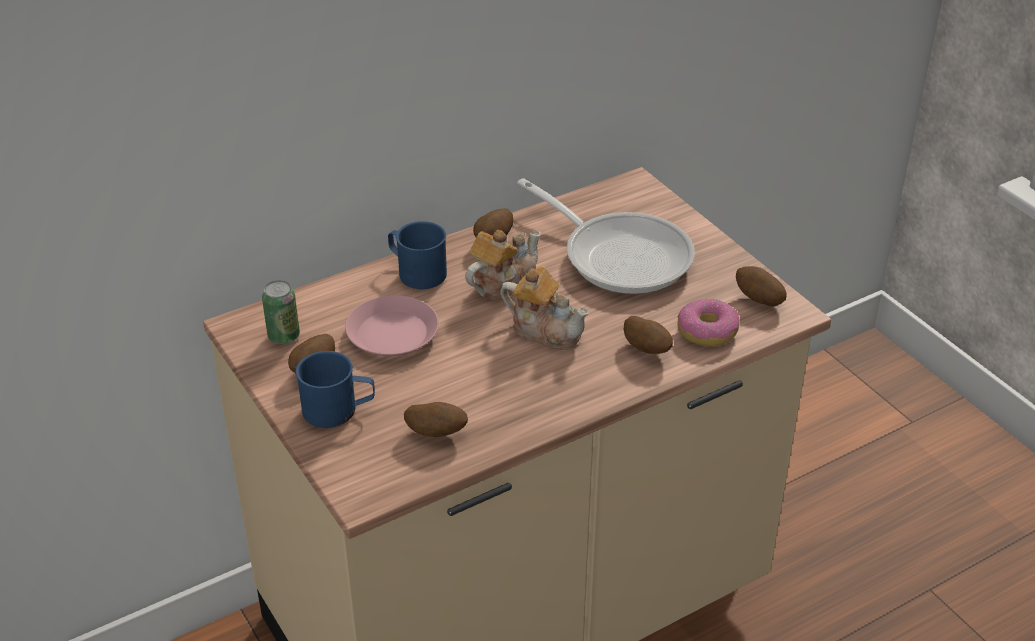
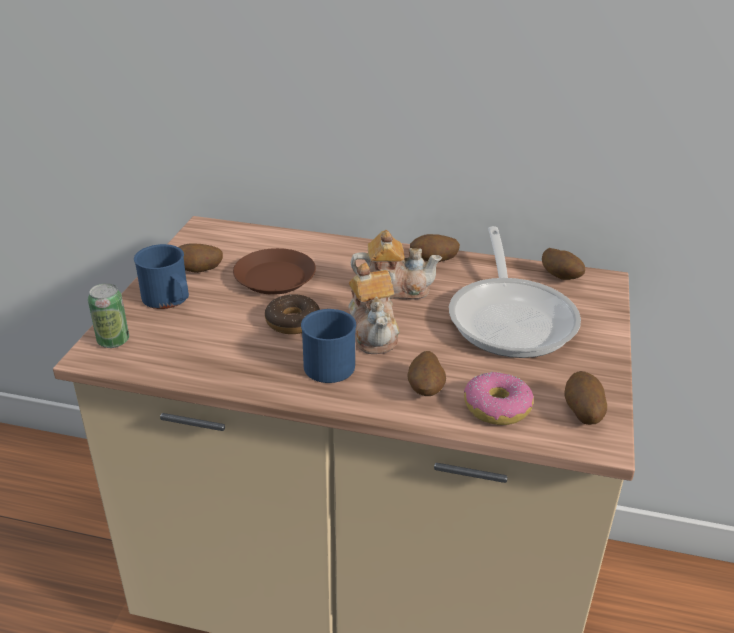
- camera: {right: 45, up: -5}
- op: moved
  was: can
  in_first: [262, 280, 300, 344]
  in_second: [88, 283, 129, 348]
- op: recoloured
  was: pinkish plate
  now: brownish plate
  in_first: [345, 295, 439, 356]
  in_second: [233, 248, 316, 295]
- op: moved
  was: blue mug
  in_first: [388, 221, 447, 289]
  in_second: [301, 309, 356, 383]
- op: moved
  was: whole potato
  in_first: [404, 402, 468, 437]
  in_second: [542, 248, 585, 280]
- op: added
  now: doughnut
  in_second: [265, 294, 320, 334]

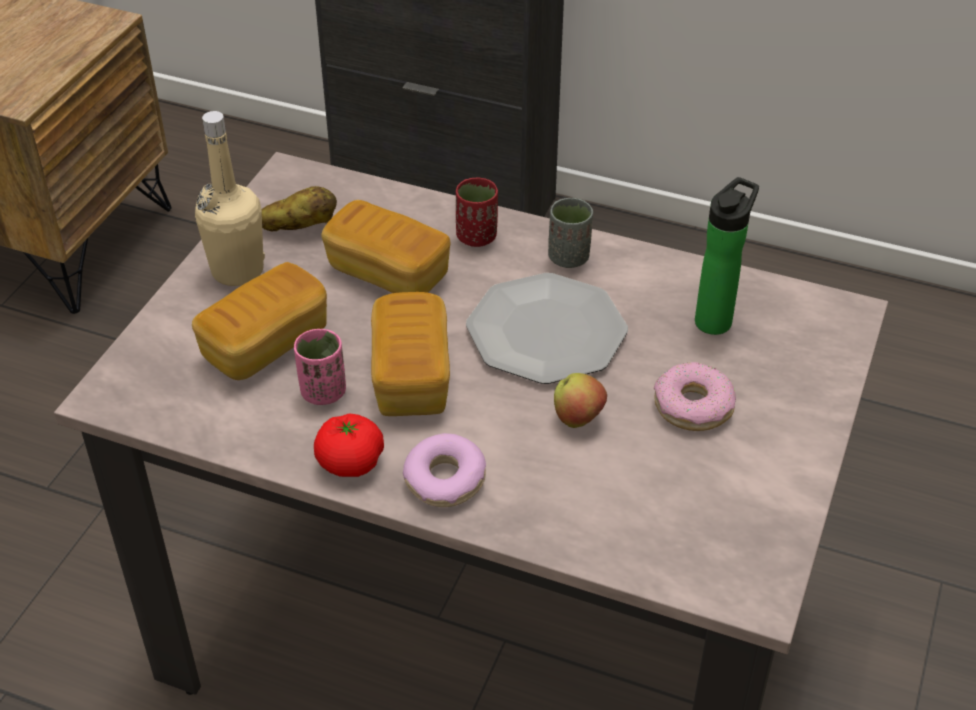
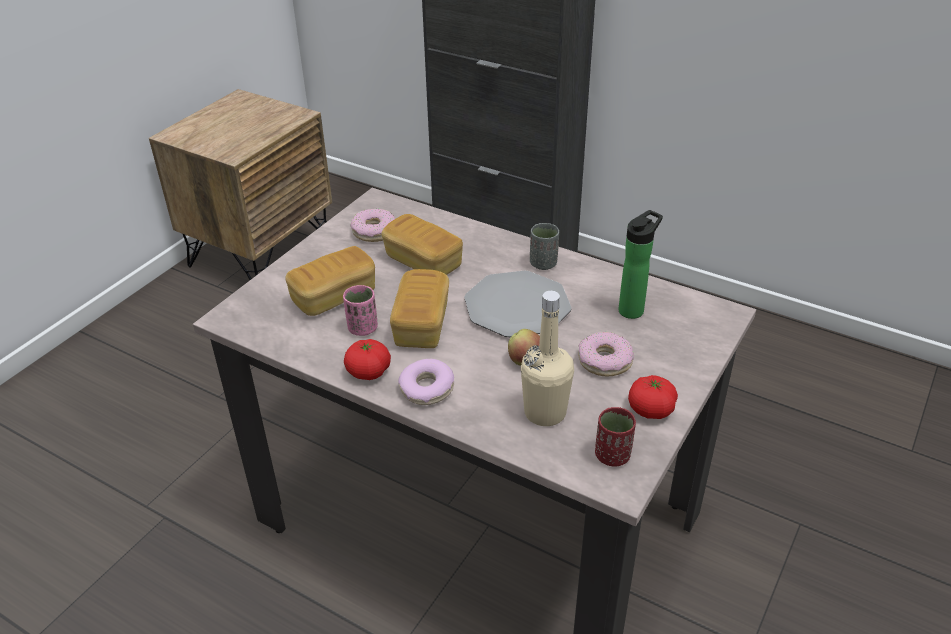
- camera: {right: 10, up: -5}
- op: moved
  was: beige bottle
  in_first: [195, 111, 265, 286]
  in_second: [521, 291, 574, 426]
- op: replaced
  was: whole potato
  now: doughnut
  in_first: [262, 186, 337, 231]
  in_second: [350, 209, 395, 242]
- op: moved
  was: reddish cup
  in_first: [456, 178, 498, 247]
  in_second: [595, 407, 636, 466]
- op: added
  now: fresh tomato
  in_second: [628, 375, 678, 419]

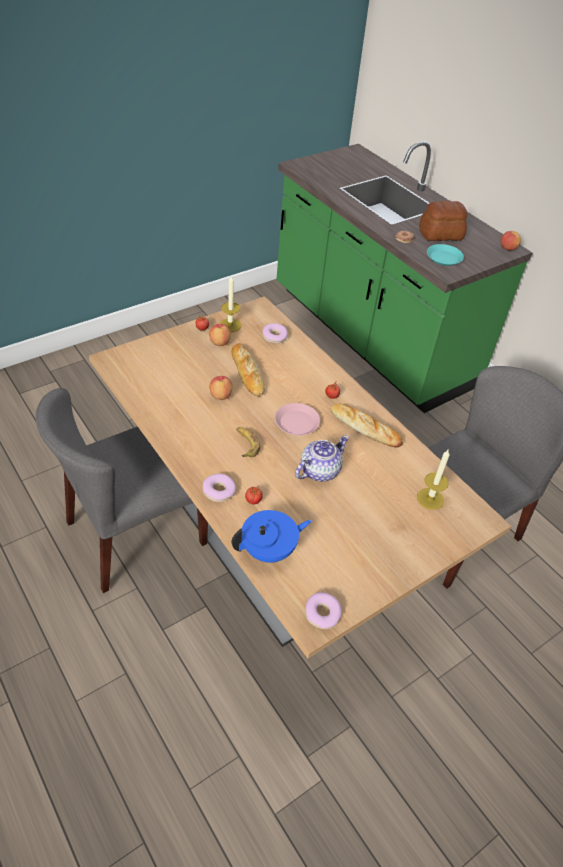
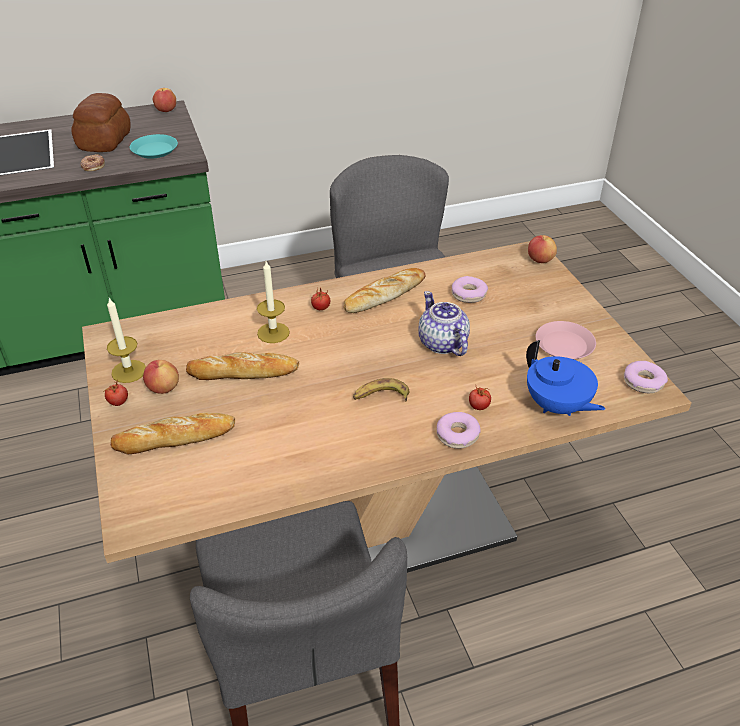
- camera: {right: -70, up: -5}
- op: moved
  was: apple
  in_first: [209, 376, 233, 400]
  in_second: [528, 235, 557, 263]
- op: turned
  was: blue tea pot
  in_first: [232, 510, 312, 563]
  in_second: [526, 340, 605, 416]
  clockwise: 150
- op: moved
  was: doughnut
  in_first: [262, 323, 288, 343]
  in_second: [452, 276, 488, 303]
- op: moved
  was: pinkish plate
  in_first: [275, 403, 320, 435]
  in_second: [535, 321, 596, 359]
- op: moved
  was: wax candle
  in_first: [417, 450, 450, 510]
  in_second: [257, 261, 290, 343]
- op: added
  now: bread
  in_second: [111, 412, 235, 455]

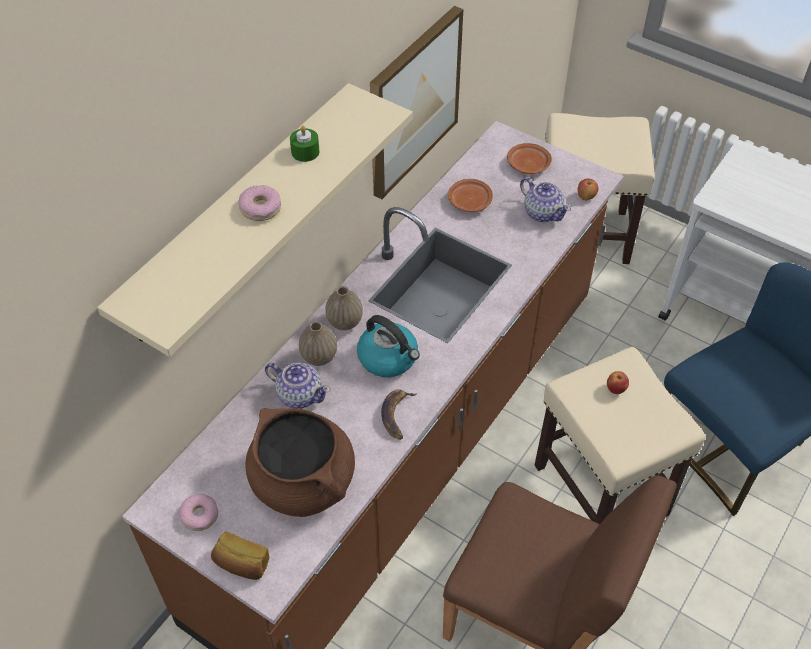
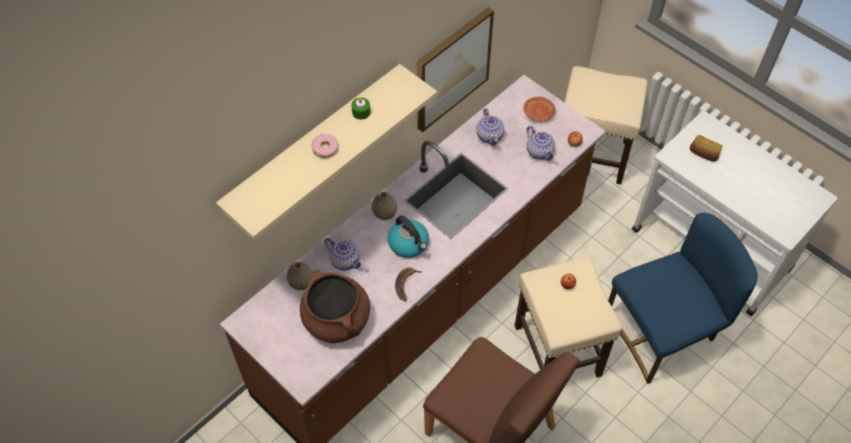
- camera: {right: 10, up: 5}
- op: removed
  was: doughnut
  in_first: [179, 494, 218, 531]
- op: moved
  was: bread
  in_first: [211, 532, 269, 580]
  in_second: [690, 135, 723, 162]
- op: moved
  was: flower vase
  in_first: [299, 321, 337, 366]
  in_second: [286, 262, 313, 290]
- op: replaced
  was: brownish plate
  now: tea pot
  in_first: [448, 179, 493, 212]
  in_second: [476, 108, 505, 146]

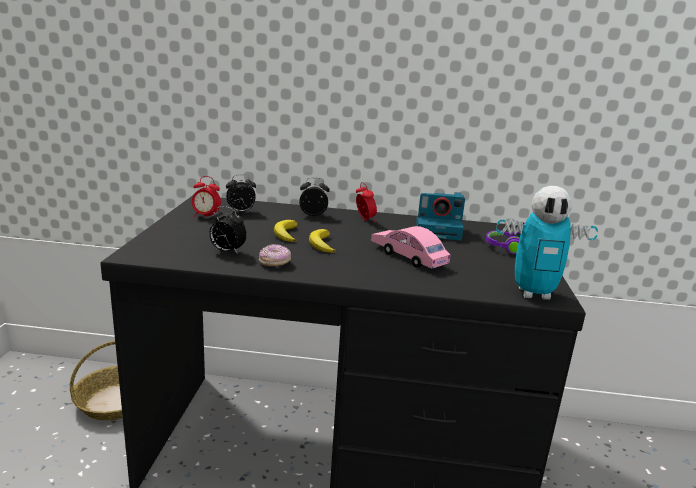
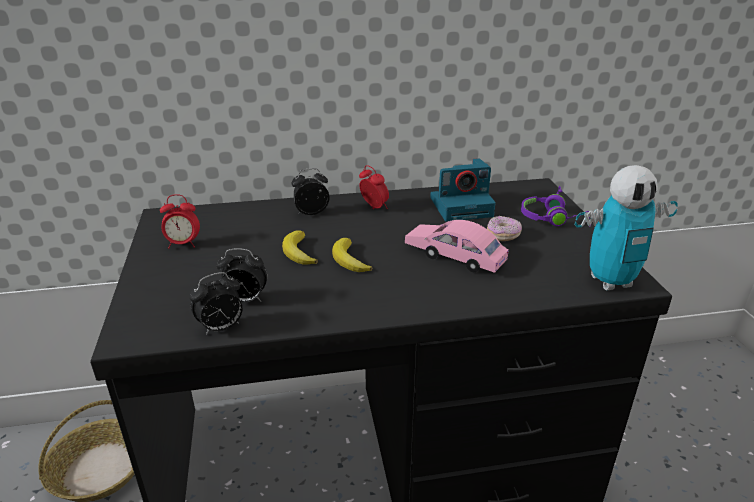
- camera: {right: -15, up: 10}
- op: moved
  was: table clock
  in_first: [226, 174, 256, 212]
  in_second: [189, 272, 242, 335]
- op: moved
  was: doughnut
  in_first: [259, 244, 291, 266]
  in_second: [487, 216, 522, 241]

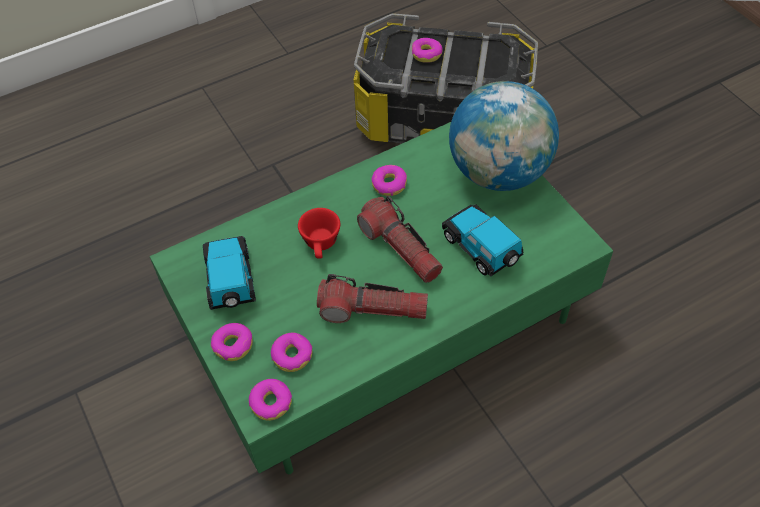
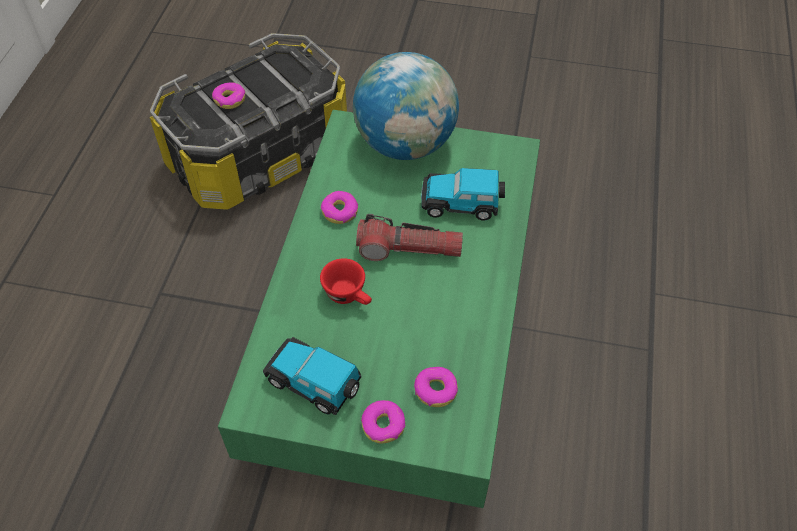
- camera: {right: -50, up: 0}
- op: removed
  was: doughnut
  in_first: [249, 379, 292, 421]
- op: removed
  was: torch
  in_first: [317, 274, 428, 323]

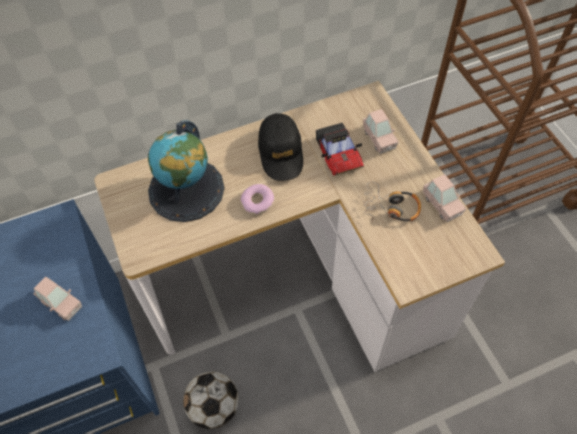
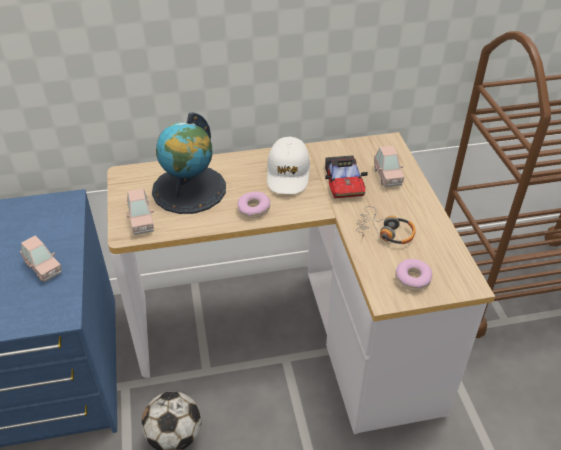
- camera: {right: 10, up: -15}
- op: recoloured
  was: blackish baseball cap
  now: white-coloured baseball cap
  in_first: [258, 113, 303, 181]
  in_second: [267, 137, 310, 194]
- op: moved
  was: pinkish miniature car
  in_first: [423, 174, 466, 222]
  in_second: [126, 189, 154, 235]
- op: added
  now: doughnut
  in_second: [395, 259, 432, 291]

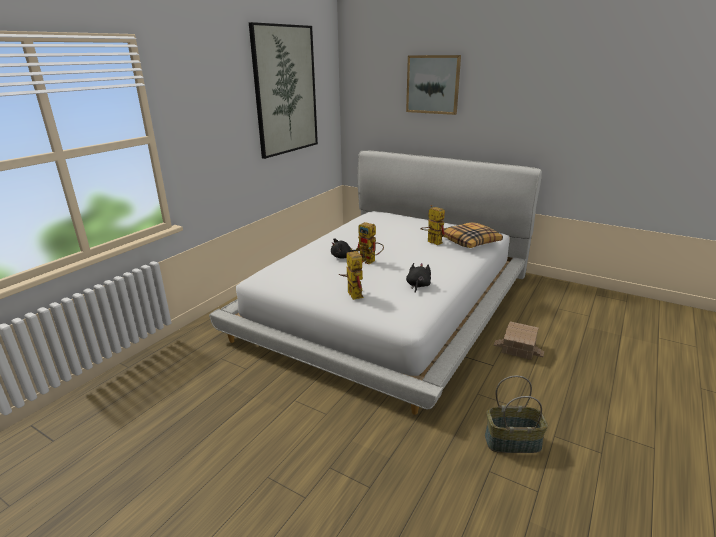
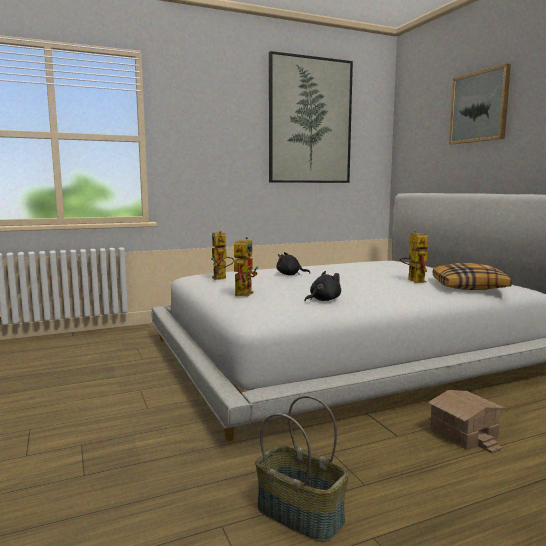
- camera: {right: 35, up: -15}
- op: moved
  was: model robot
  in_first: [356, 222, 384, 264]
  in_second: [211, 231, 234, 280]

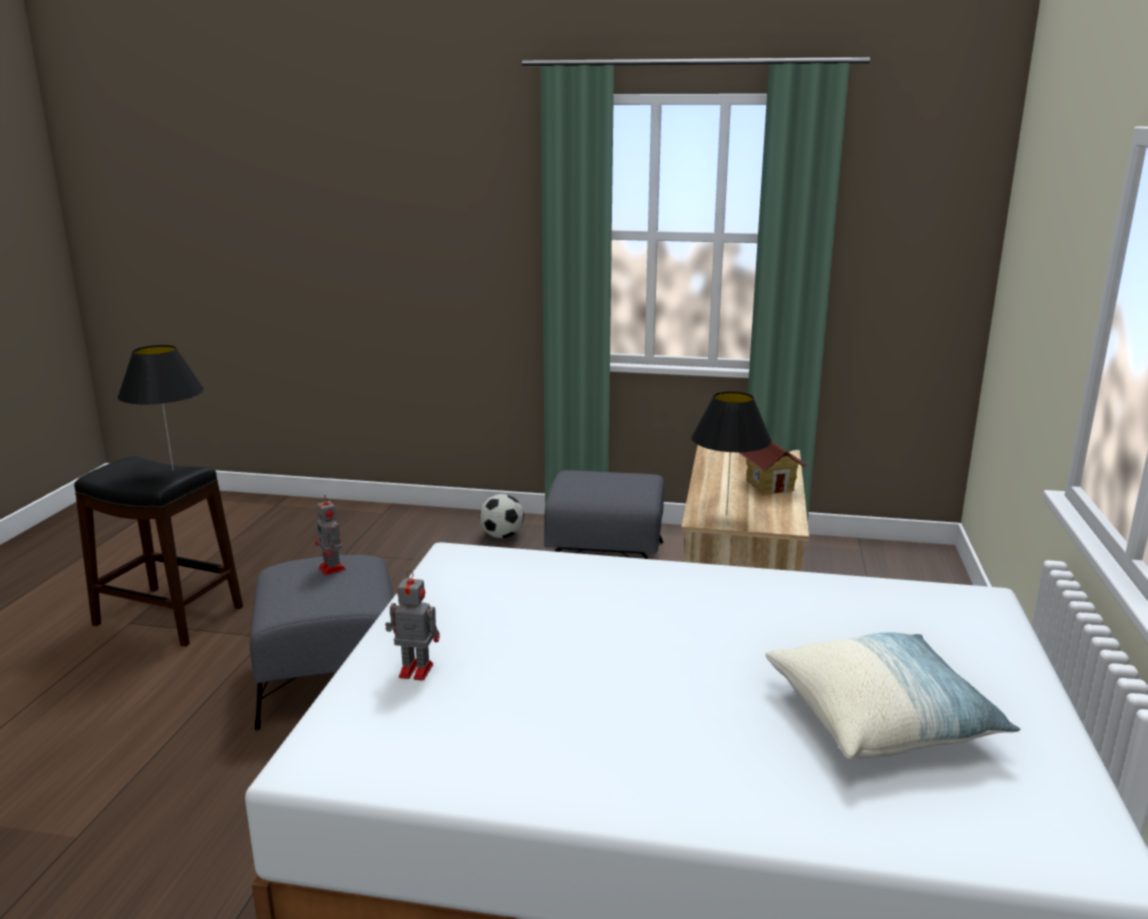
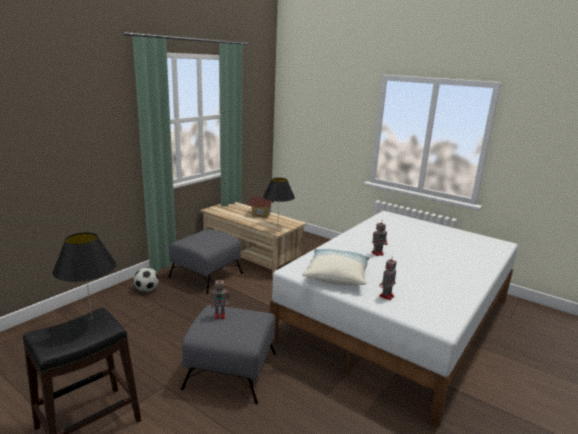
- camera: {right: -65, up: 0}
- op: moved
  was: throw pillow
  in_first: [766, 632, 1020, 759]
  in_second: [302, 249, 370, 286]
- op: added
  now: model robot
  in_second: [372, 220, 387, 256]

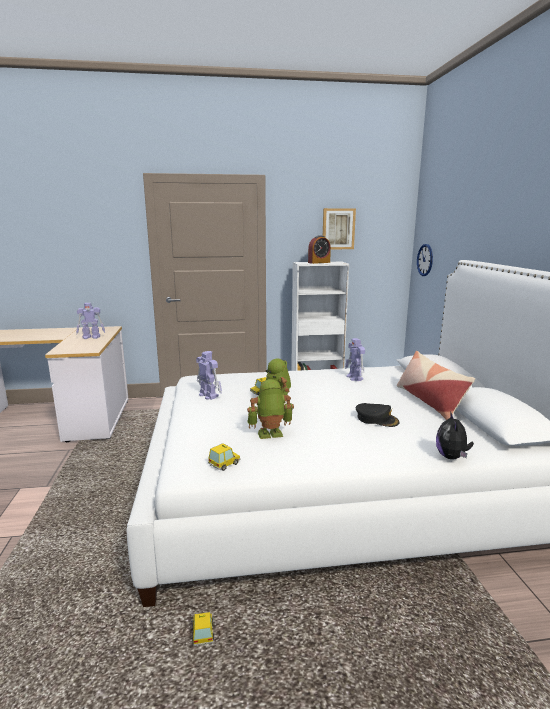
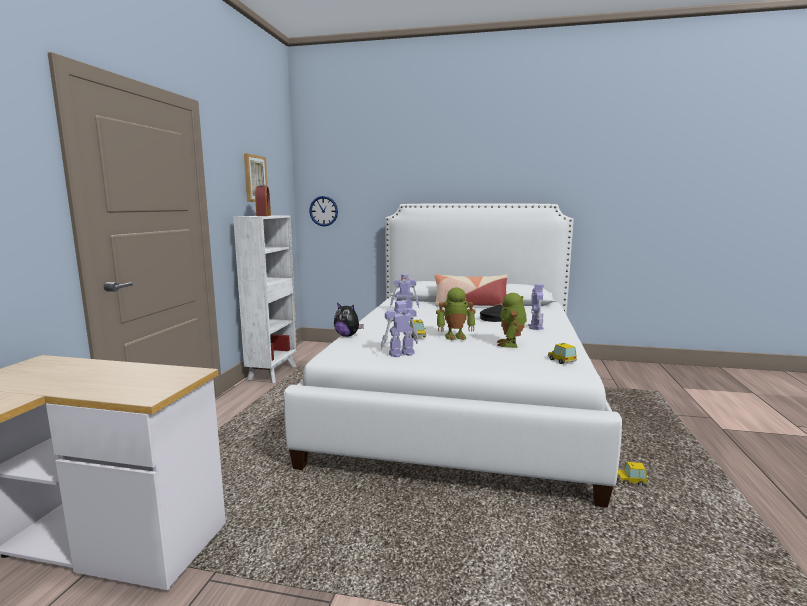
- camera: {right: -70, up: -5}
- op: moved
  was: model robot
  in_first: [76, 303, 105, 339]
  in_second: [528, 284, 544, 330]
- op: moved
  was: soft toy
  in_first: [436, 411, 474, 459]
  in_second: [334, 303, 364, 337]

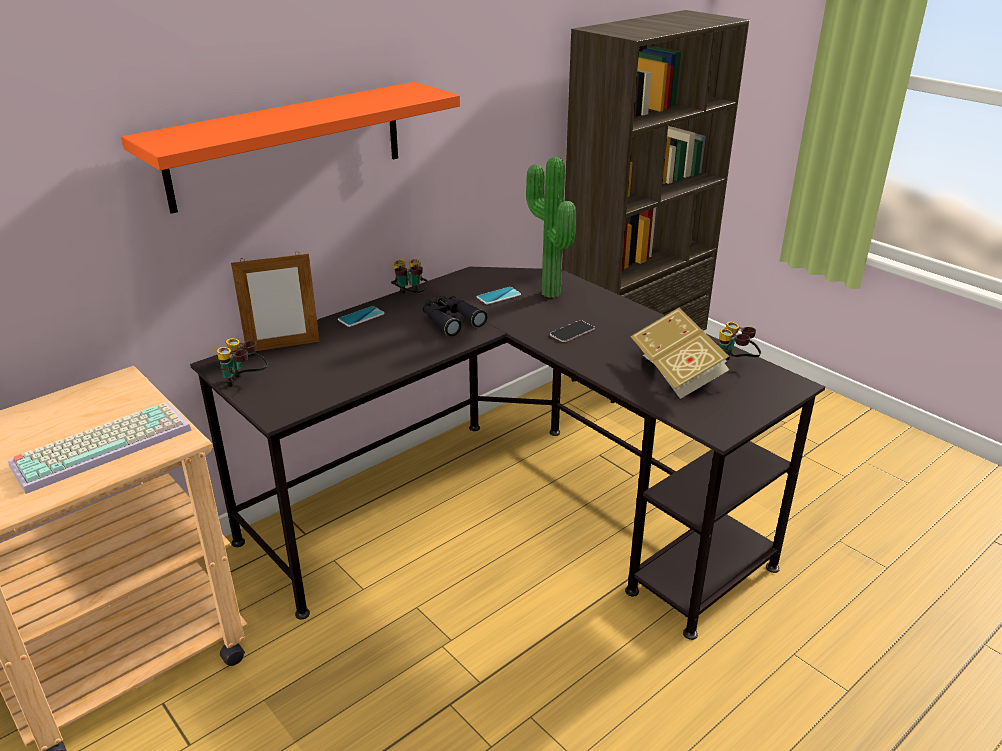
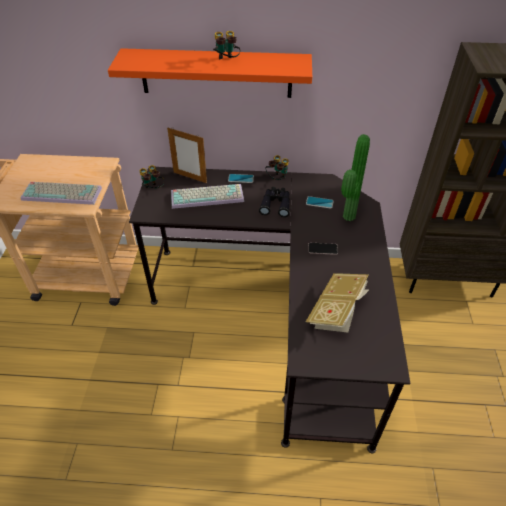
- camera: {right: 45, up: 15}
- op: moved
  was: binoculars
  in_first: [717, 322, 761, 360]
  in_second: [213, 31, 240, 60]
- op: added
  now: PC keyboard
  in_second: [171, 184, 244, 209]

